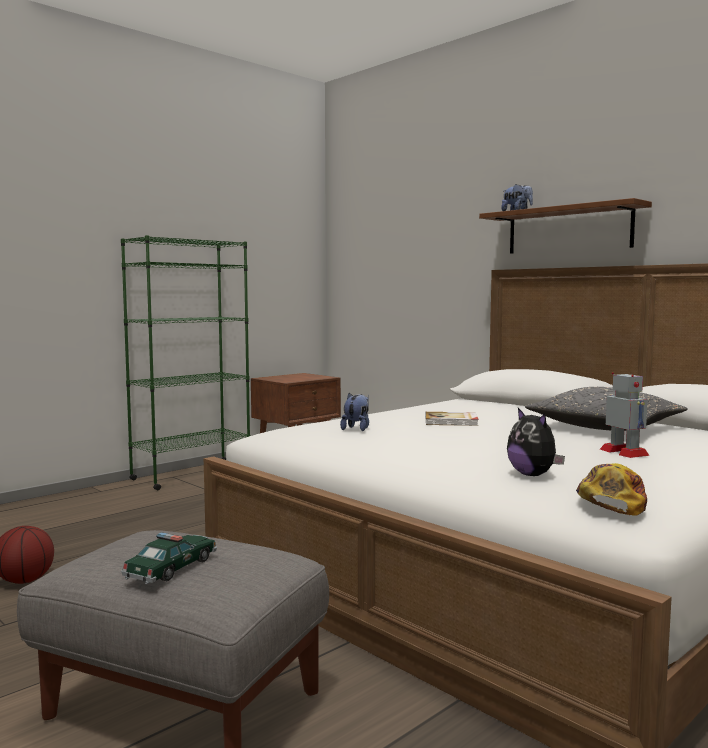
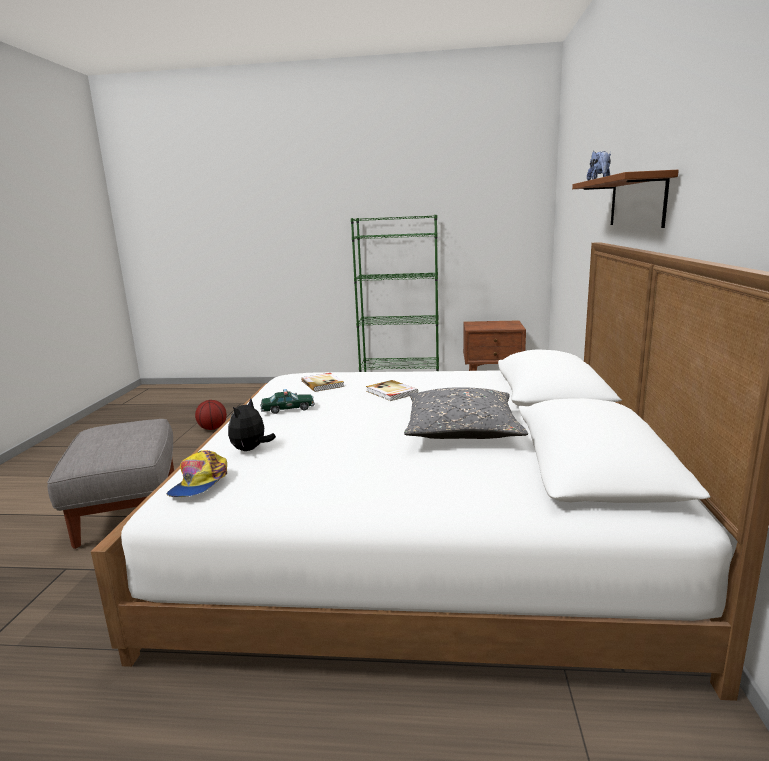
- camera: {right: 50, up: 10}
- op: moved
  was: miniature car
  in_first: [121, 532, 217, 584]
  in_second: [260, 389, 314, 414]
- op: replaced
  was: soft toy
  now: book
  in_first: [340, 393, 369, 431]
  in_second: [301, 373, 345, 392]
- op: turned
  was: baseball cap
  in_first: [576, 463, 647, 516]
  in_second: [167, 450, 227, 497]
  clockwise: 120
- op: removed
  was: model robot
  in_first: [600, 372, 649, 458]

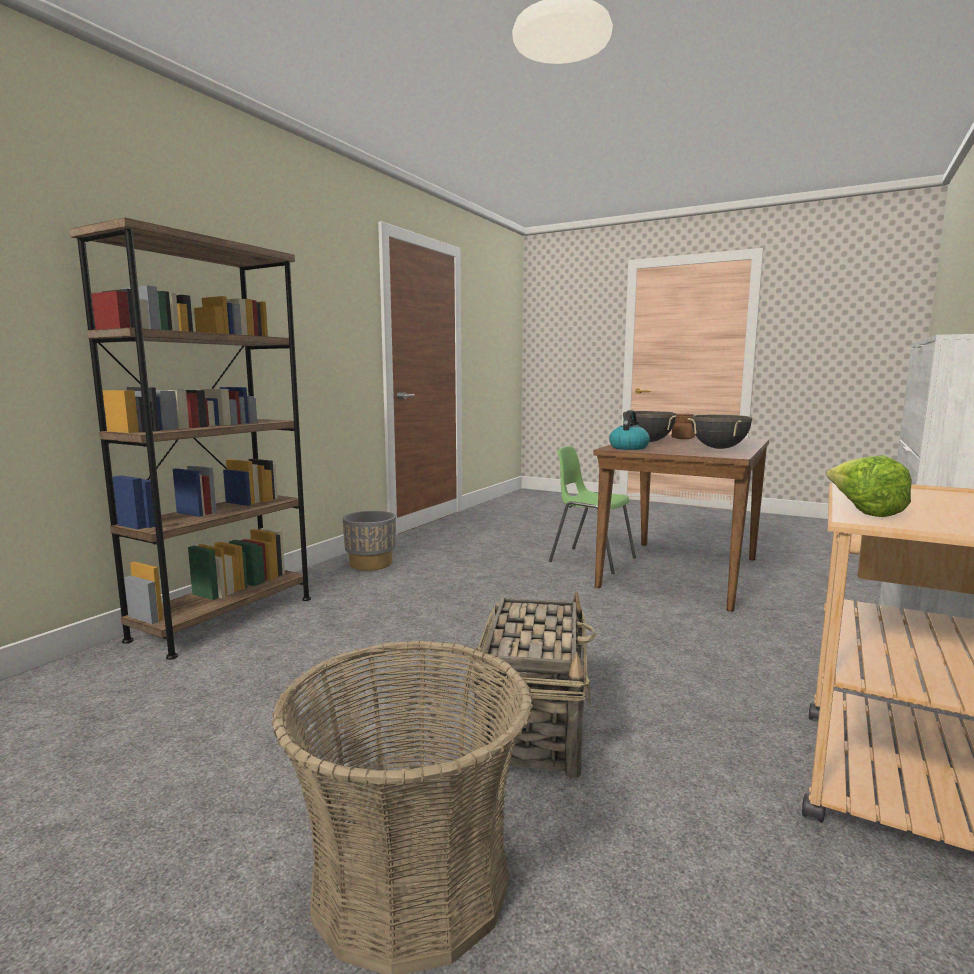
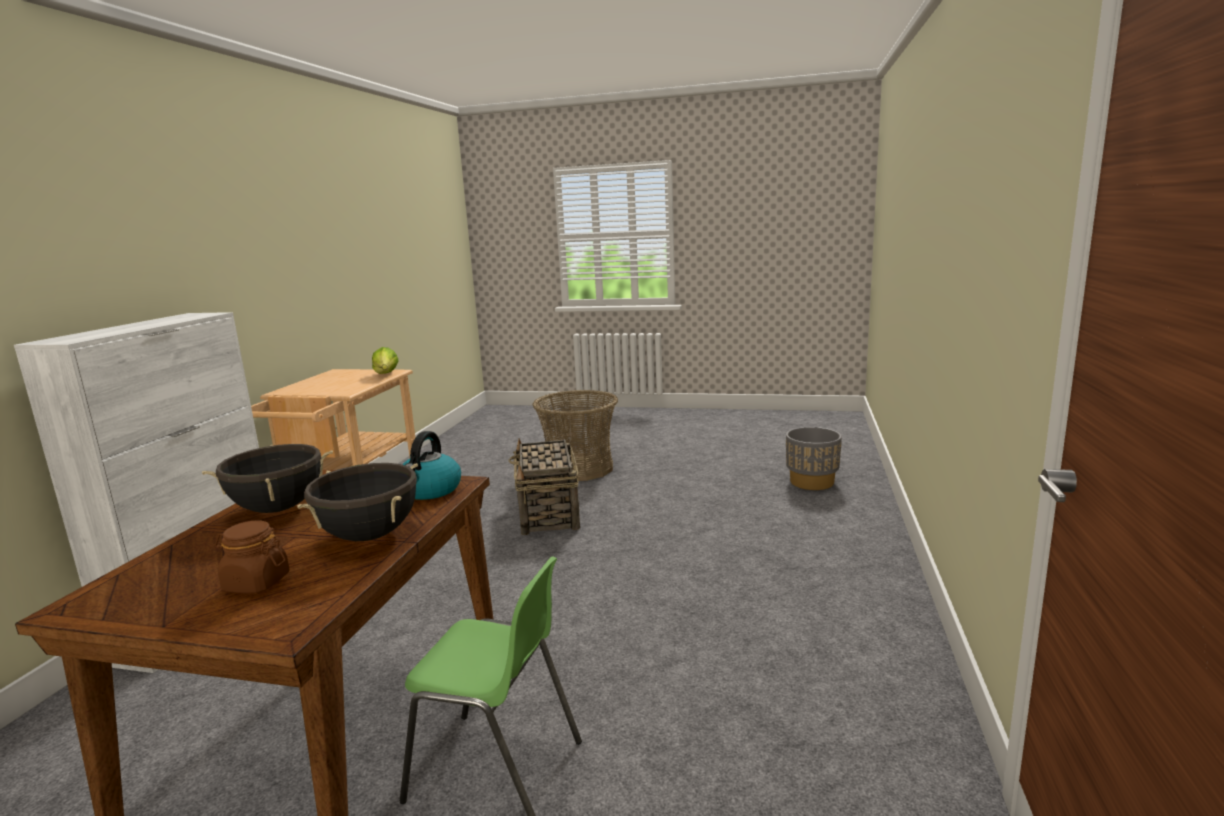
- camera: {right: 165, up: 5}
- op: removed
  was: brownish shelving unit
  in_first: [70, 217, 311, 660]
- op: moved
  was: gray flower pot
  in_first: [343, 511, 396, 571]
  in_second: [786, 427, 842, 490]

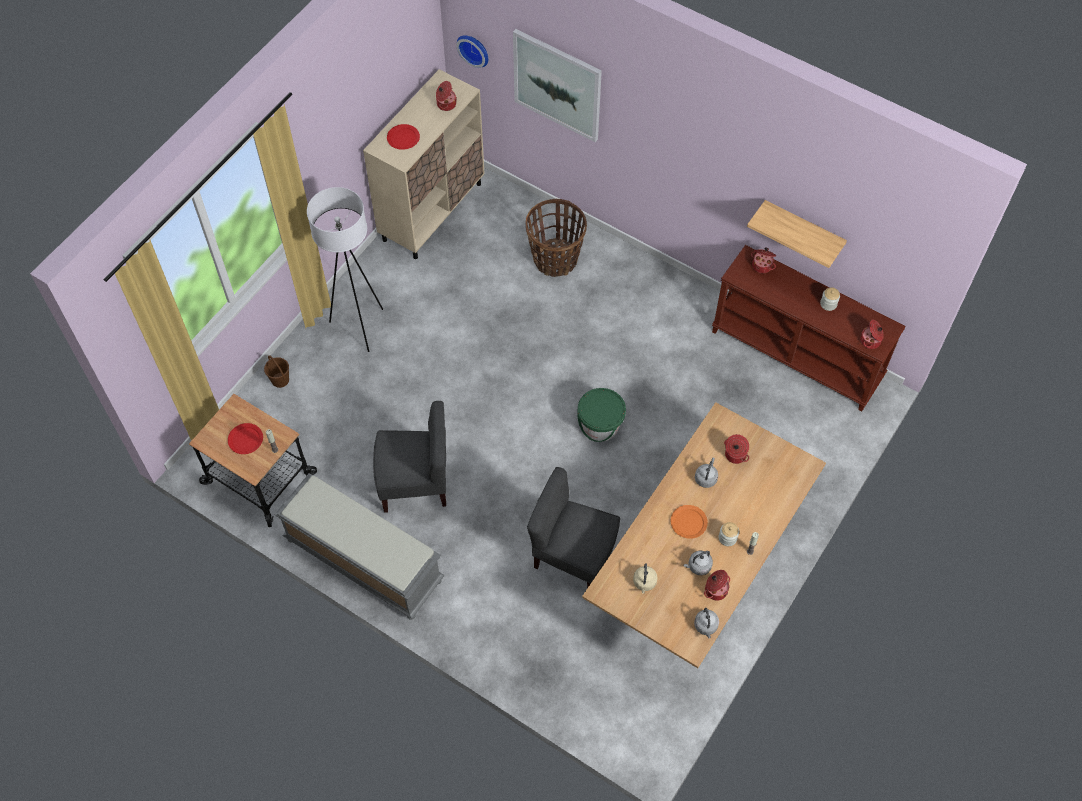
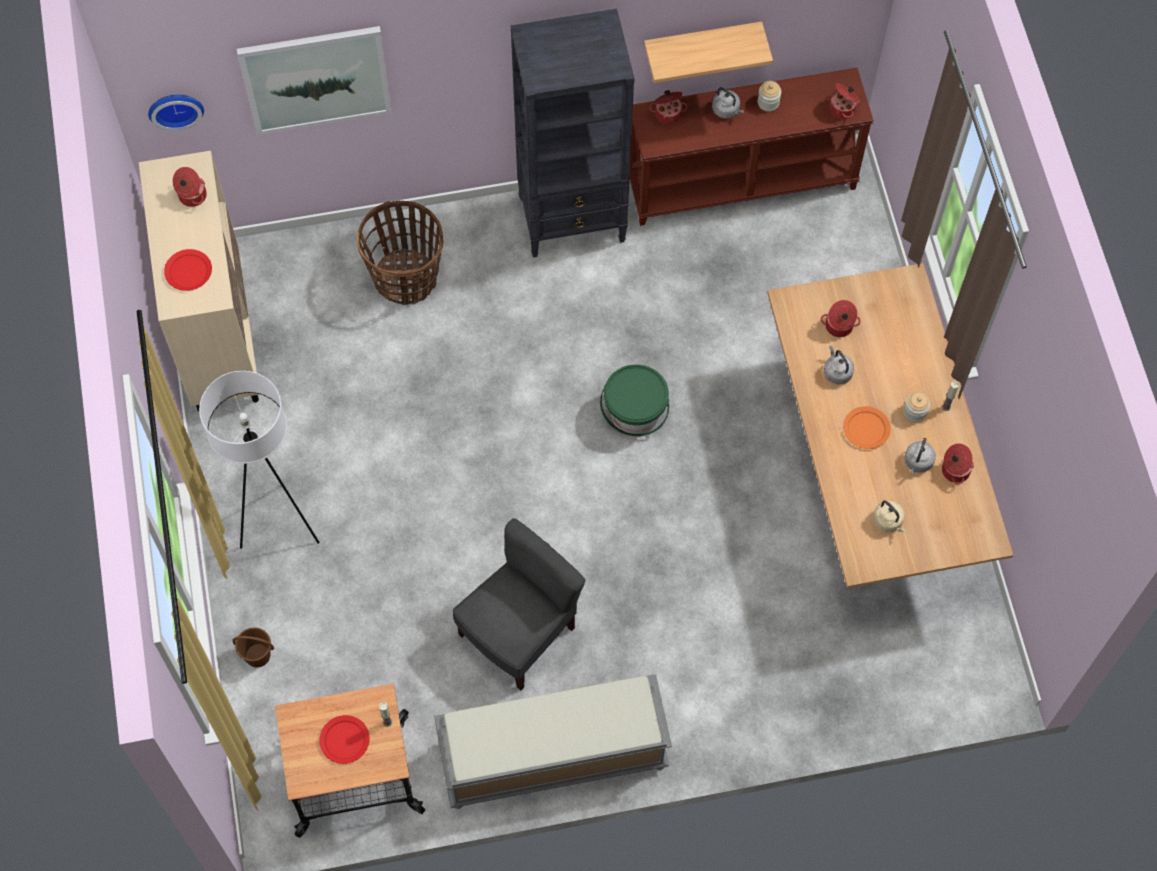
- camera: {right: -45, up: 5}
- op: removed
  was: gray plain chair
  in_first: [527, 467, 620, 588]
- op: moved
  was: gray kettle
  in_first: [694, 608, 719, 638]
  in_second: [712, 87, 744, 119]
- op: added
  now: blackish shelving unit
  in_second: [511, 9, 635, 257]

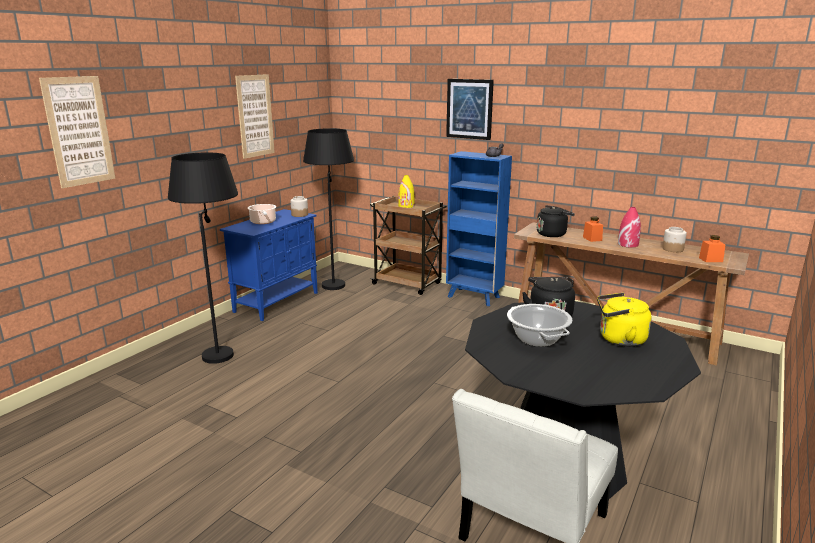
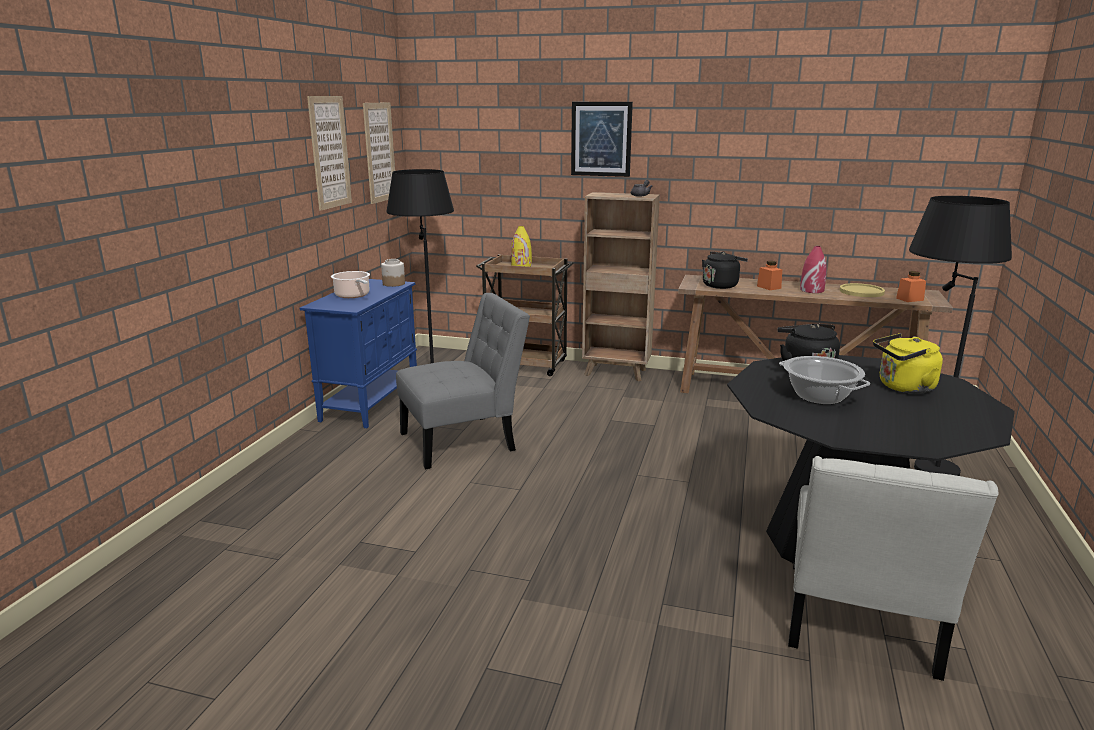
- camera: {right: -15, up: 0}
- op: moved
  was: wall art
  in_first: [39, 76, 116, 188]
  in_second: [363, 102, 395, 204]
- op: moved
  was: blackish standard lamp
  in_first: [168, 152, 238, 364]
  in_second: [909, 196, 1012, 476]
- op: recoloured
  was: blue shelving unit
  now: brownish shelving unit
  in_first: [446, 151, 512, 306]
  in_second: [582, 192, 660, 381]
- op: replaced
  was: preserve jar
  now: yellow-coloured plate
  in_first: [662, 227, 687, 252]
  in_second: [840, 283, 885, 297]
- op: added
  now: gray plain chair
  in_second: [396, 293, 530, 469]

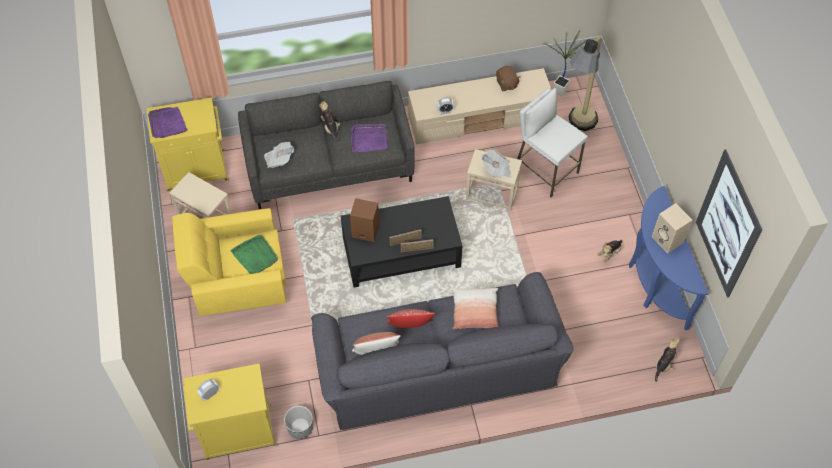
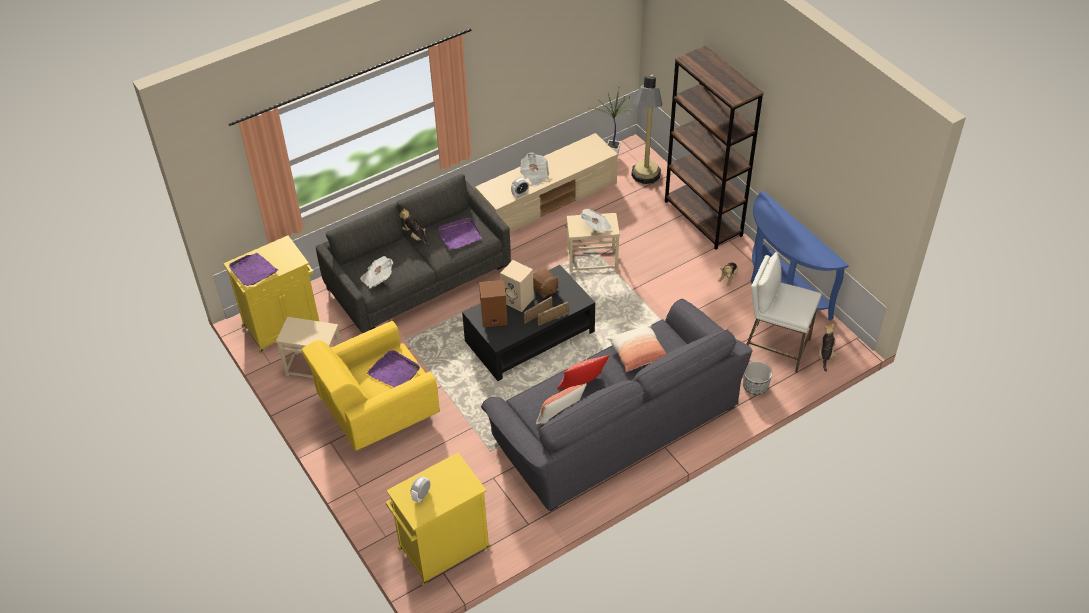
- camera: {right: -20, up: -10}
- op: recoloured
  was: green tray
  now: purple-coloured tray
  in_first: [230, 235, 278, 274]
  in_second: [367, 350, 420, 387]
- op: moved
  was: flower pot
  in_first: [284, 406, 313, 439]
  in_second: [743, 361, 772, 395]
- op: moved
  was: brownish soft toy
  in_first: [496, 66, 520, 91]
  in_second: [533, 269, 559, 298]
- op: moved
  was: white-coloured stool seat
  in_first: [517, 88, 588, 198]
  in_second: [747, 252, 822, 373]
- op: moved
  was: beige speaker
  in_first: [652, 203, 692, 253]
  in_second: [500, 260, 534, 312]
- op: removed
  was: wall art
  in_first: [696, 149, 763, 298]
- op: added
  now: printed paper
  in_second: [520, 152, 549, 187]
- op: added
  now: brownish shelving unit
  in_second: [665, 45, 764, 250]

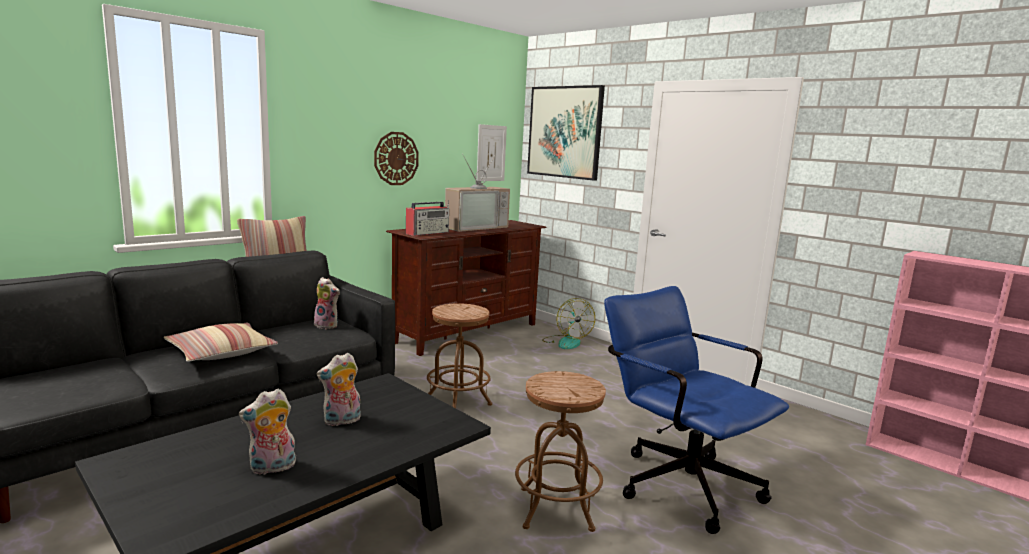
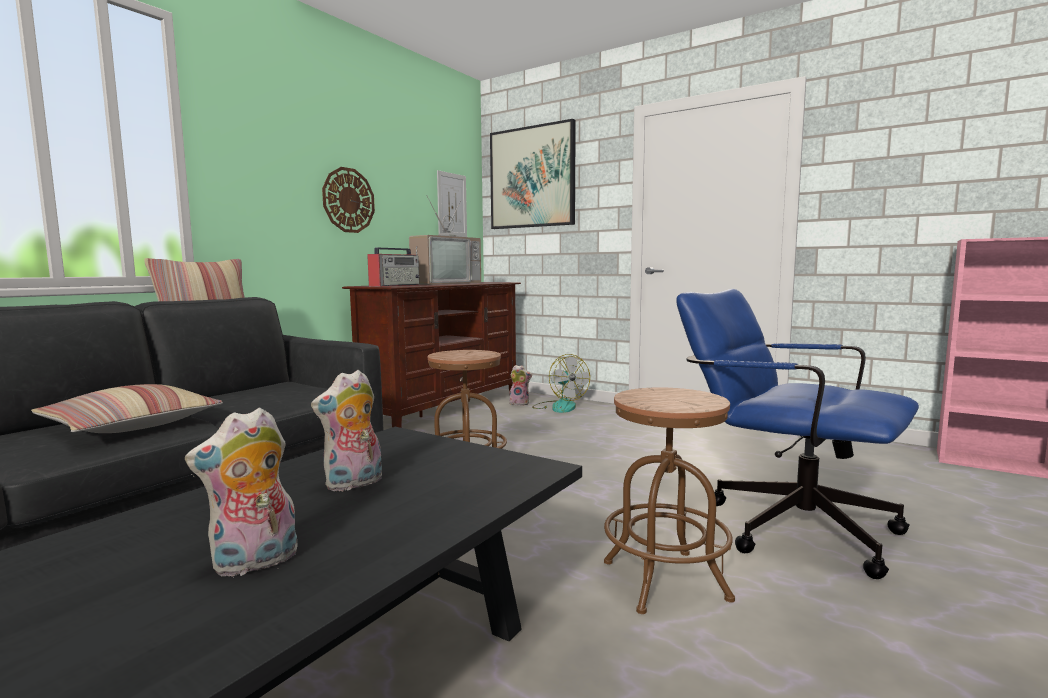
- camera: {right: -10, up: -5}
- op: moved
  was: soft toy
  in_first: [314, 277, 340, 329]
  in_second: [509, 365, 532, 406]

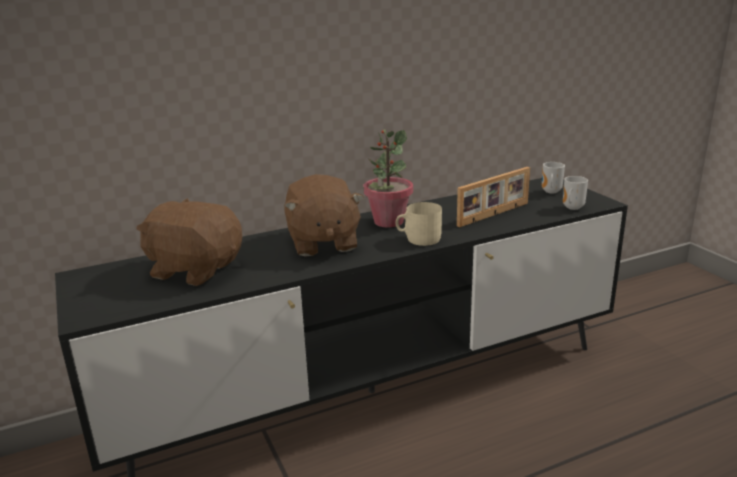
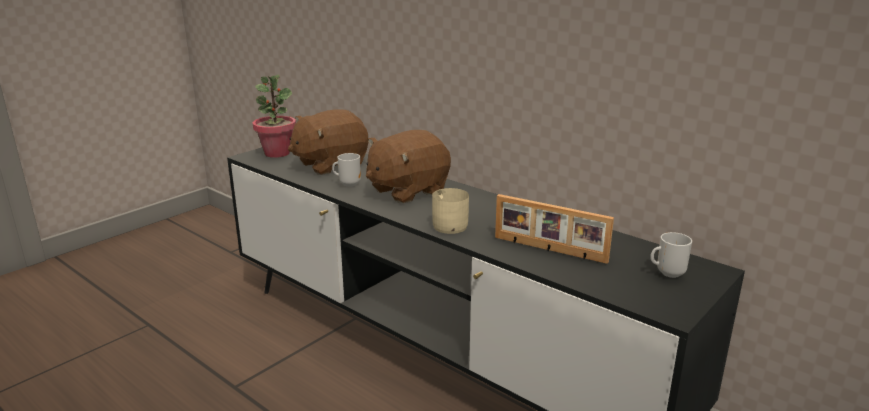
- camera: {right: 65, up: 0}
- op: turned
  was: brownish soft toy
  in_first: [136, 198, 242, 286]
  in_second: [288, 109, 368, 175]
  clockwise: -120
- op: moved
  was: houseplant
  in_first: [364, 129, 413, 227]
  in_second: [253, 75, 296, 158]
- op: moved
  was: mug
  in_first: [563, 176, 588, 210]
  in_second: [332, 153, 361, 187]

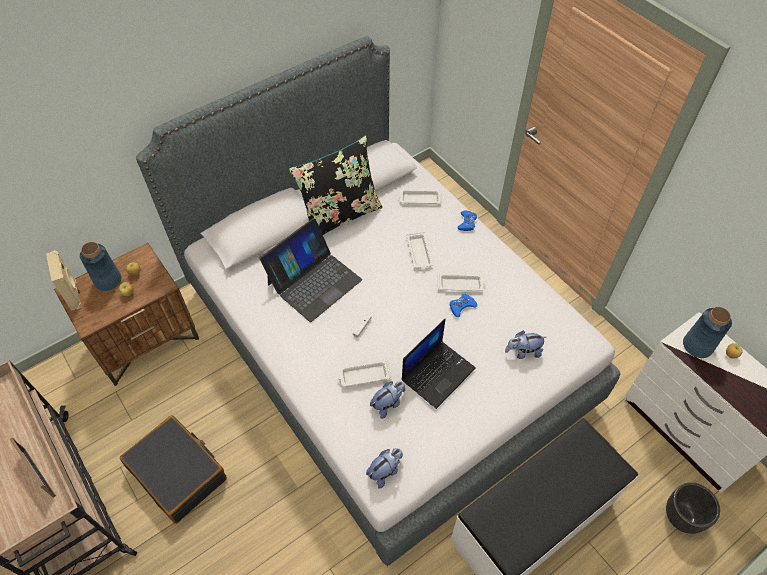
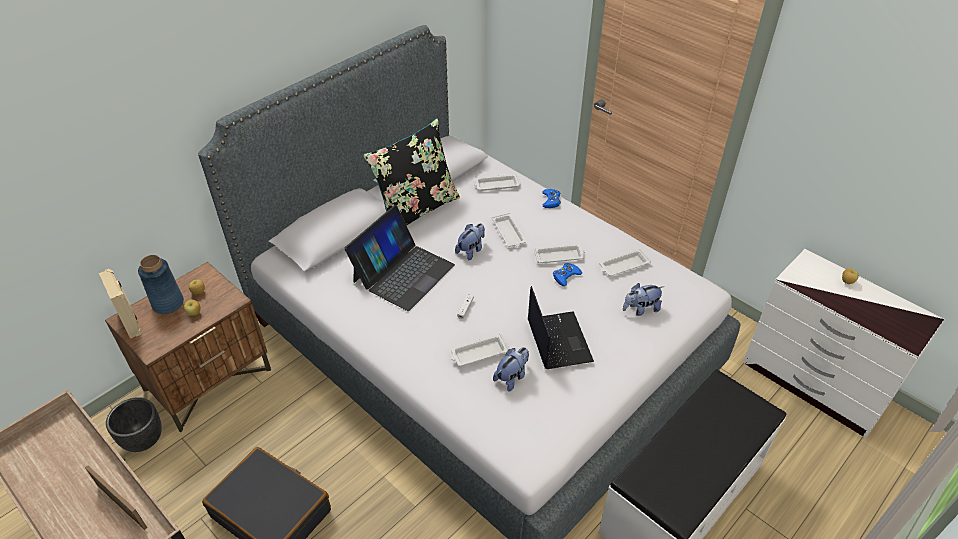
- camera: {right: -10, up: -10}
- op: moved
  was: soft toy
  in_first: [366, 448, 403, 489]
  in_second: [455, 223, 485, 261]
- op: turned
  was: notebook computer
  in_first: [402, 319, 476, 409]
  in_second: [528, 286, 594, 369]
  clockwise: -45
- op: moved
  was: blackish flower pot
  in_first: [666, 482, 720, 534]
  in_second: [106, 397, 162, 452]
- op: removed
  was: blue flower vase
  in_first: [683, 307, 732, 358]
- op: added
  now: white-coloured tray
  in_second: [599, 249, 651, 276]

